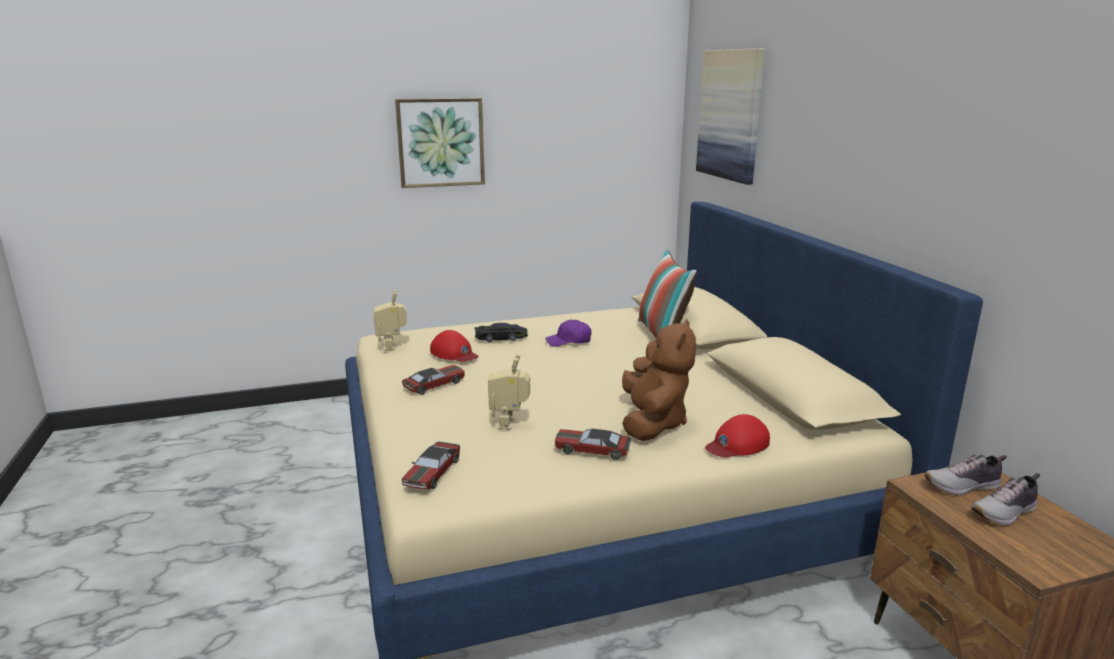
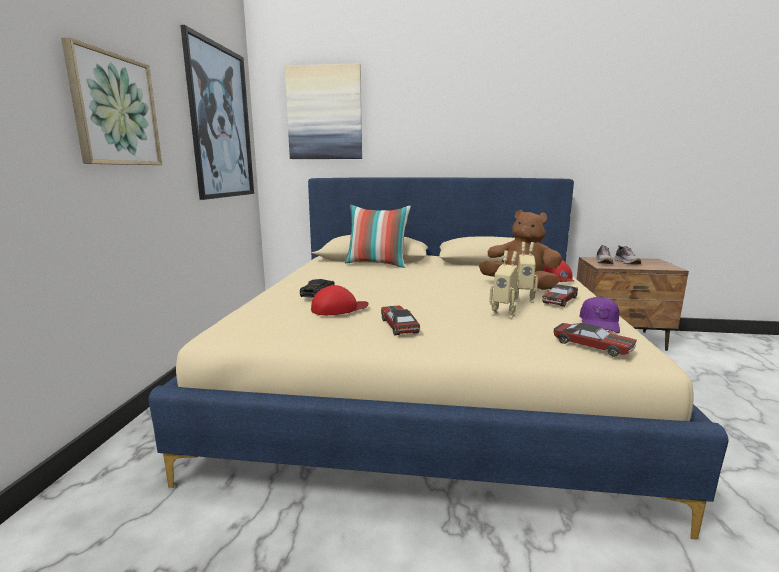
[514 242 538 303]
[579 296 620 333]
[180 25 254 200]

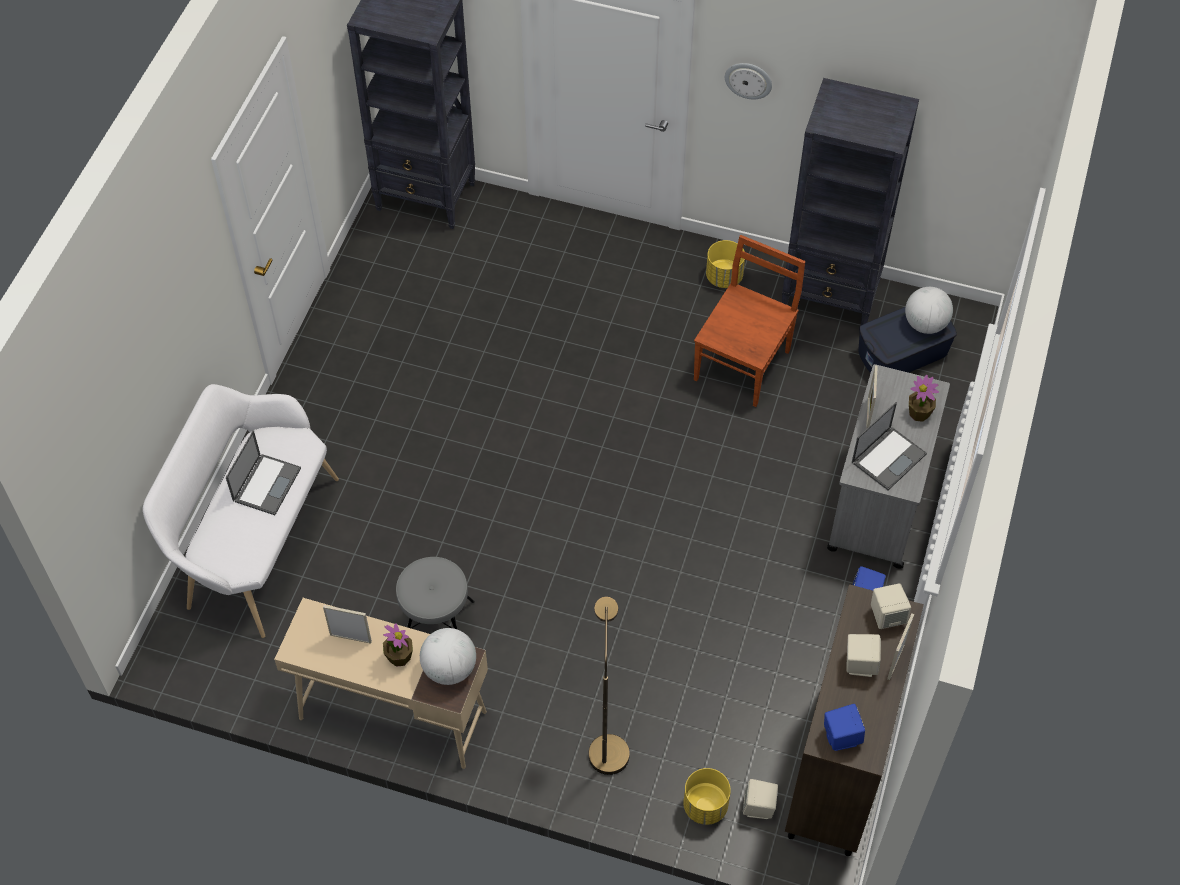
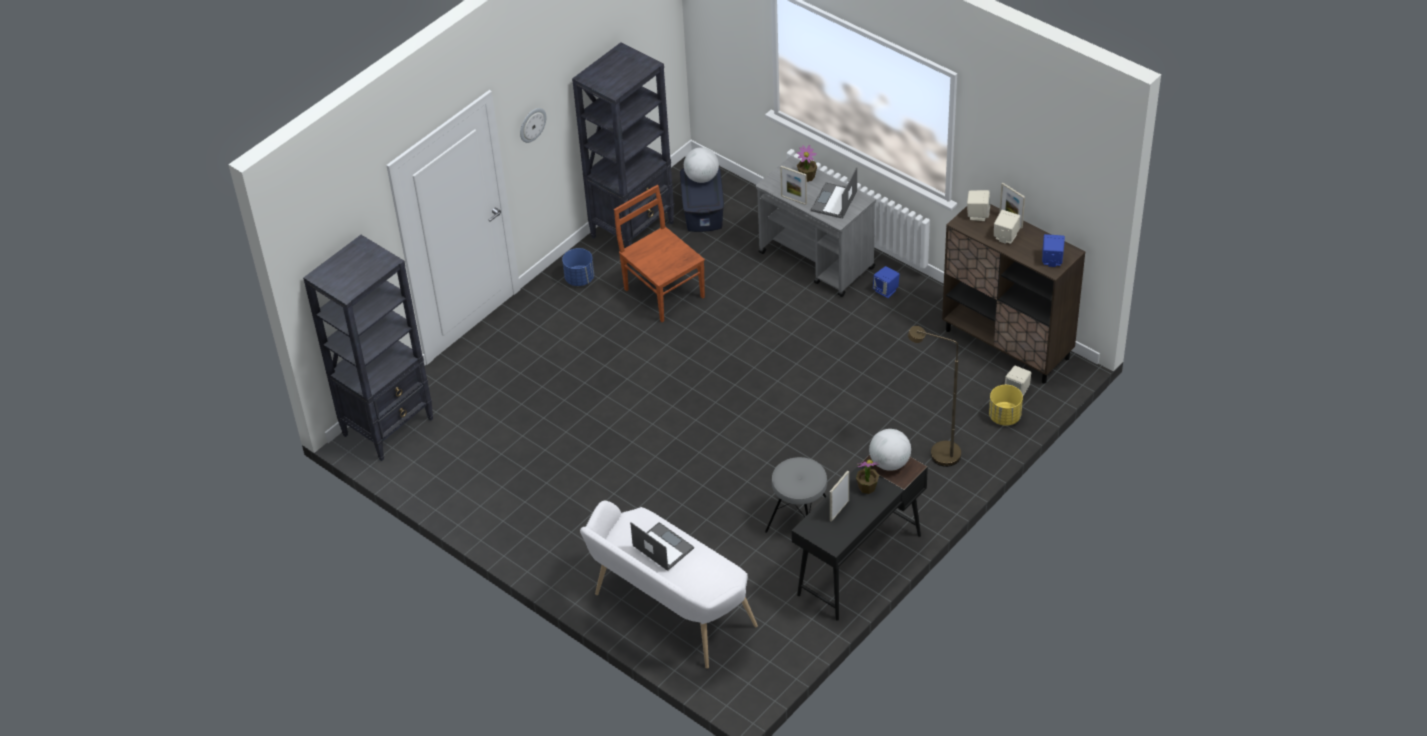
[792 455 928 621]
[562 248 594 286]
[811 167 857 219]

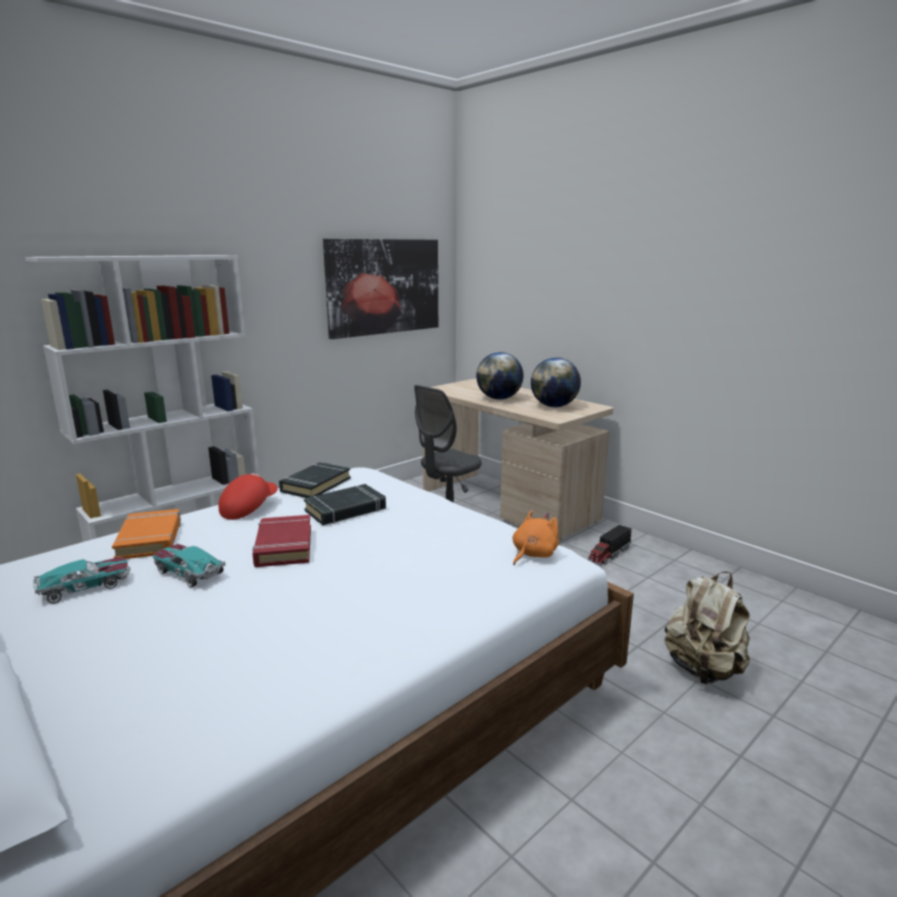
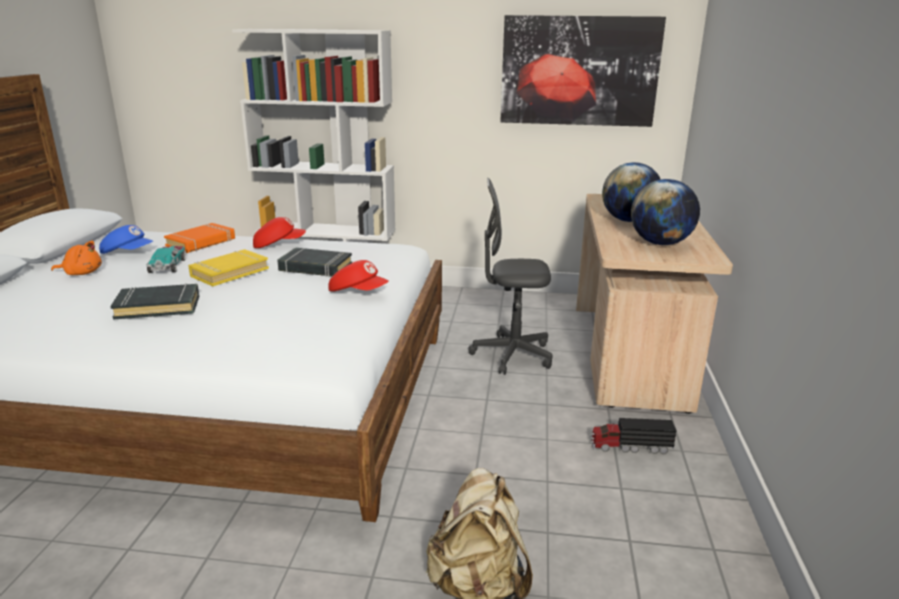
[99 225 153 254]
[188 249 269 286]
[110 283 199 320]
[51 240 102 275]
[328 260 388 292]

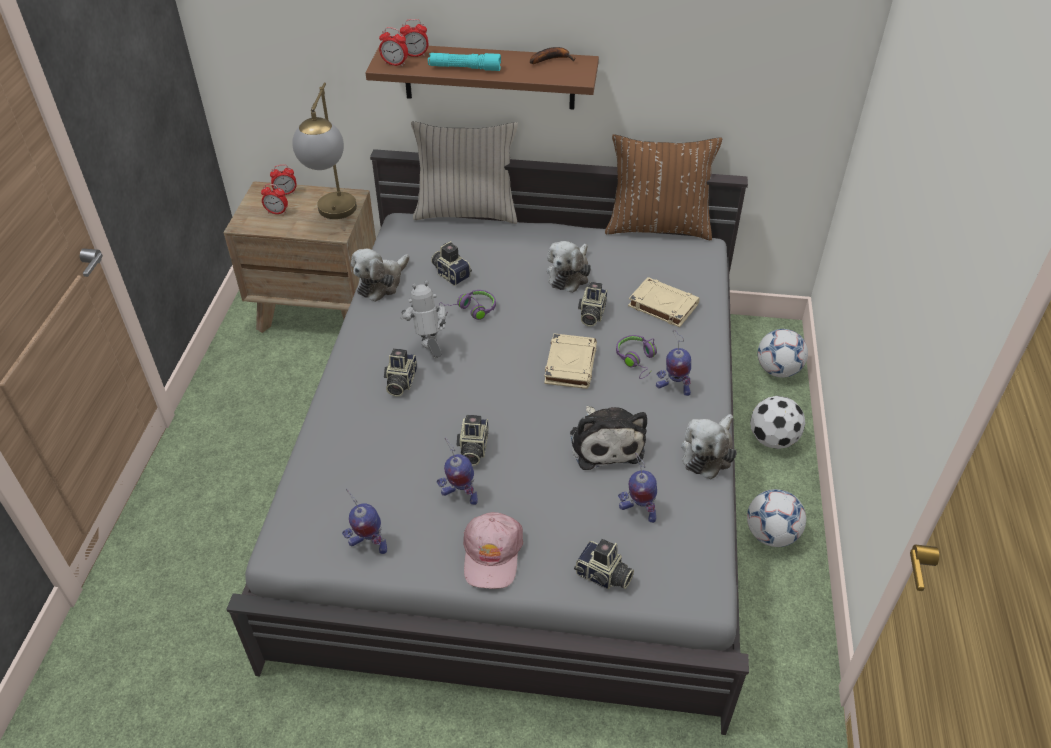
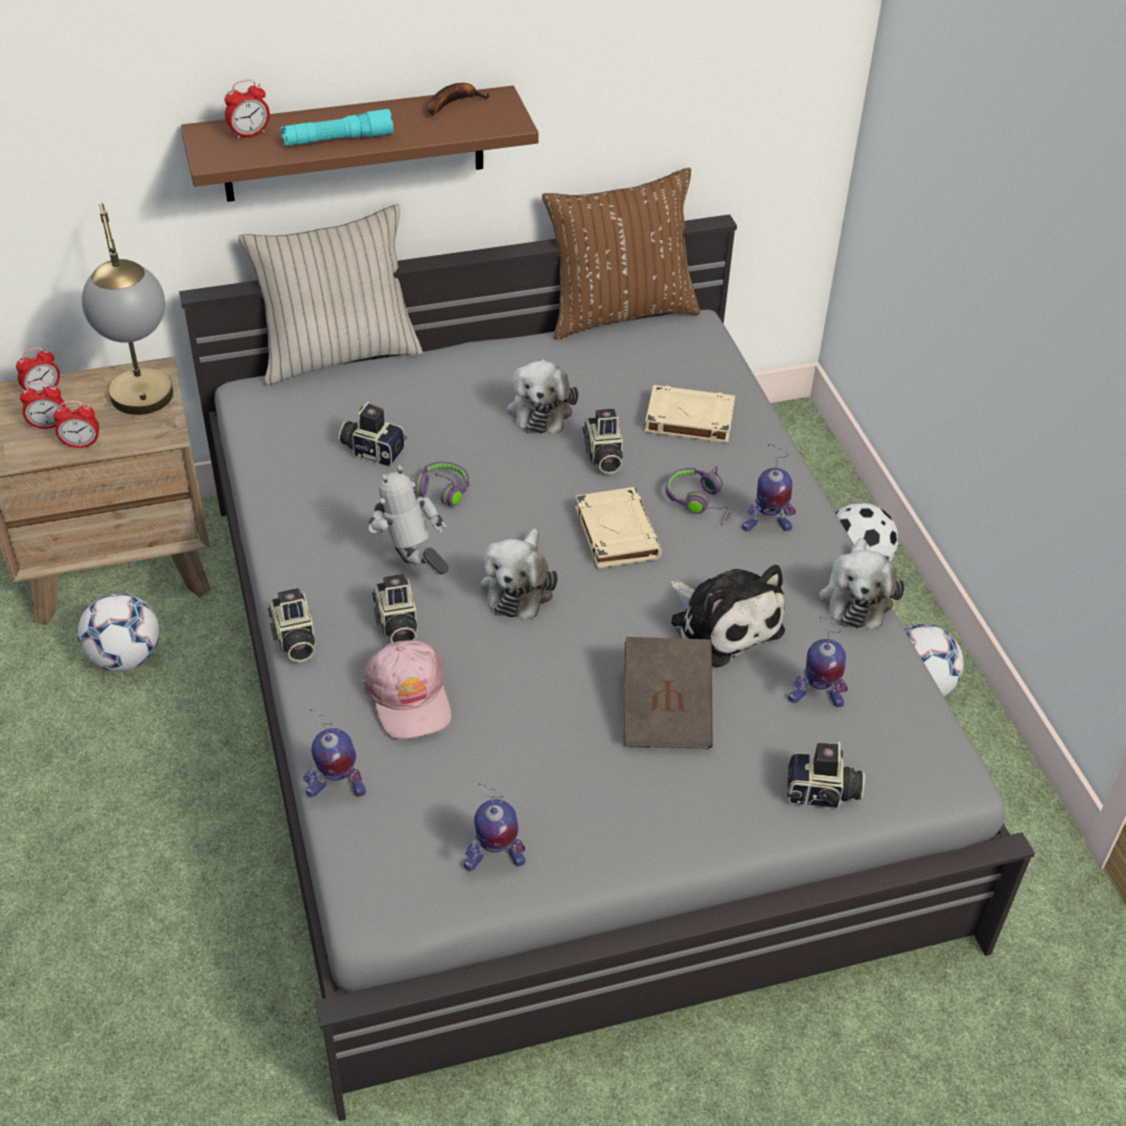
[480 528 558 620]
[53 401 99 448]
[303 709 366 797]
[268 588 316 662]
[362 640 451 739]
[78 593 159 672]
[624 637 713 749]

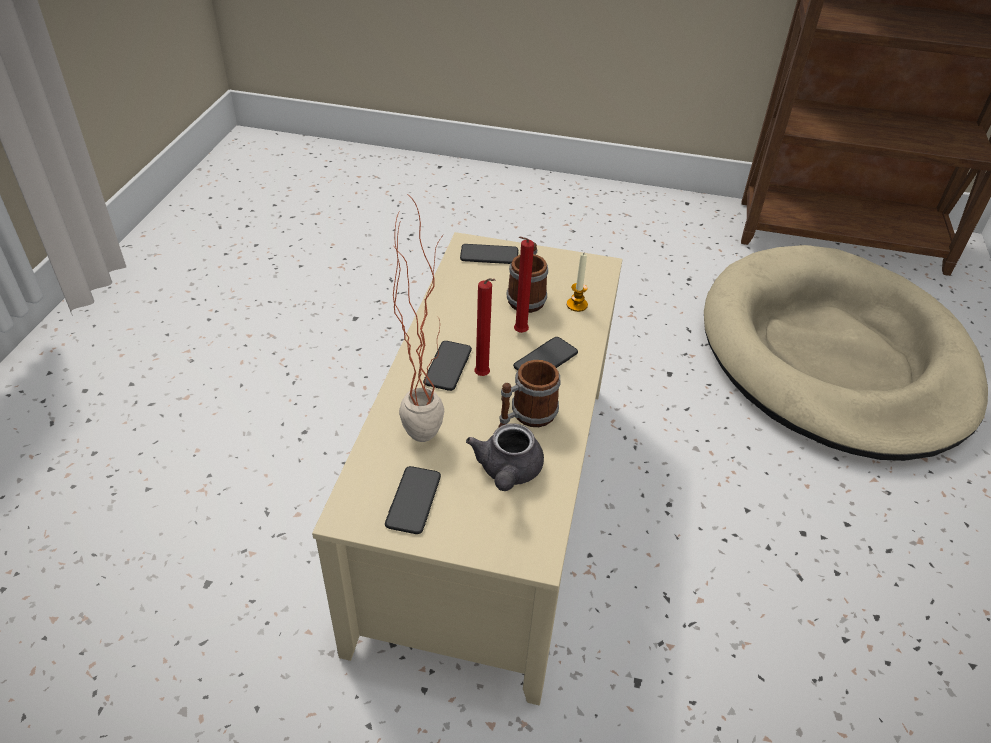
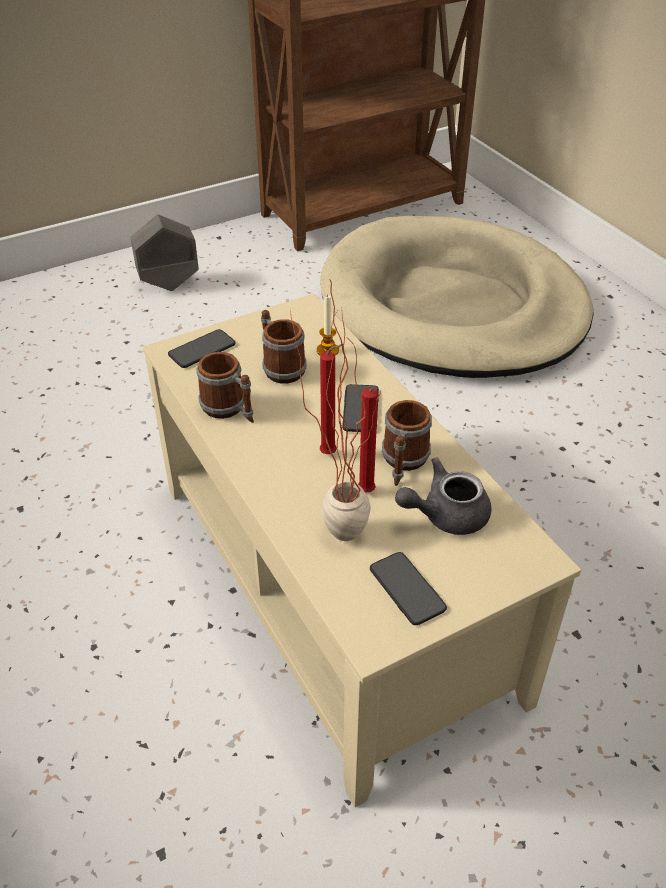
[423 341 472 391] (first image)
[395 458 491 535]
[358 388 378 493]
[130 214 199 291]
[196 352 254 423]

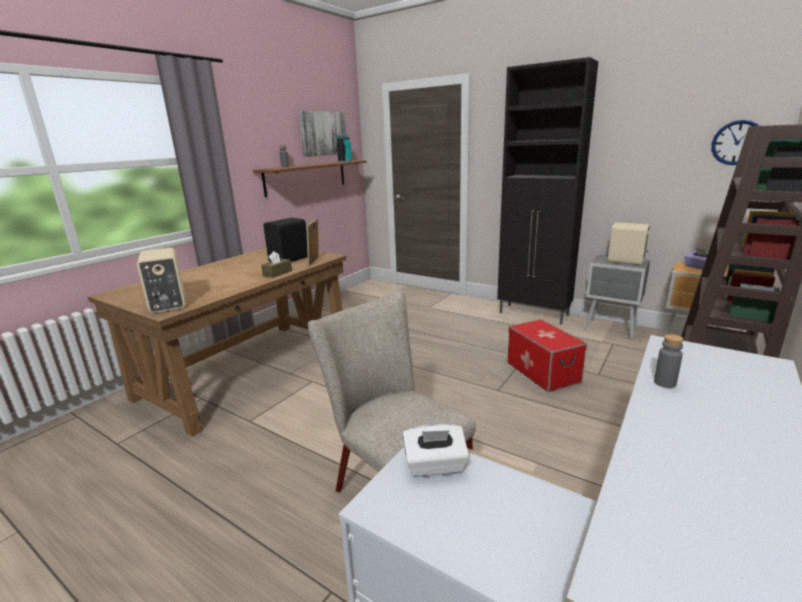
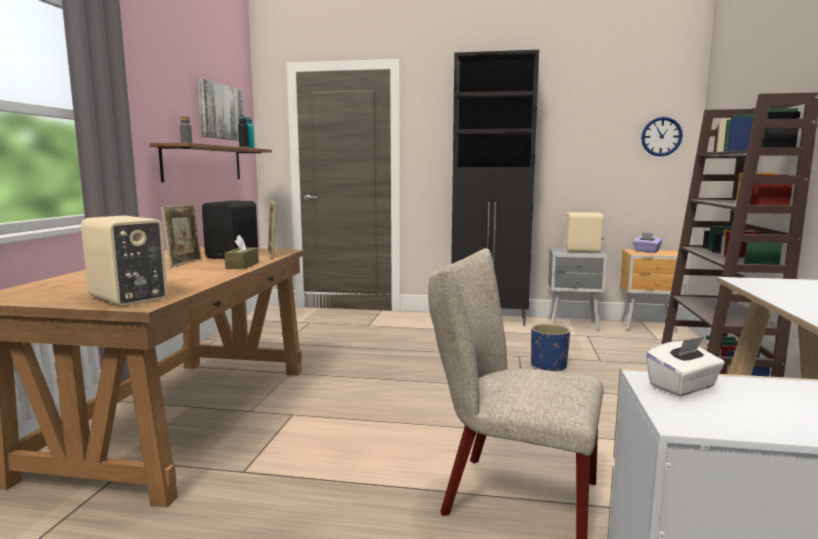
[531 324 570 372]
[654 334 683 388] (first image)
[161 205 202 268]

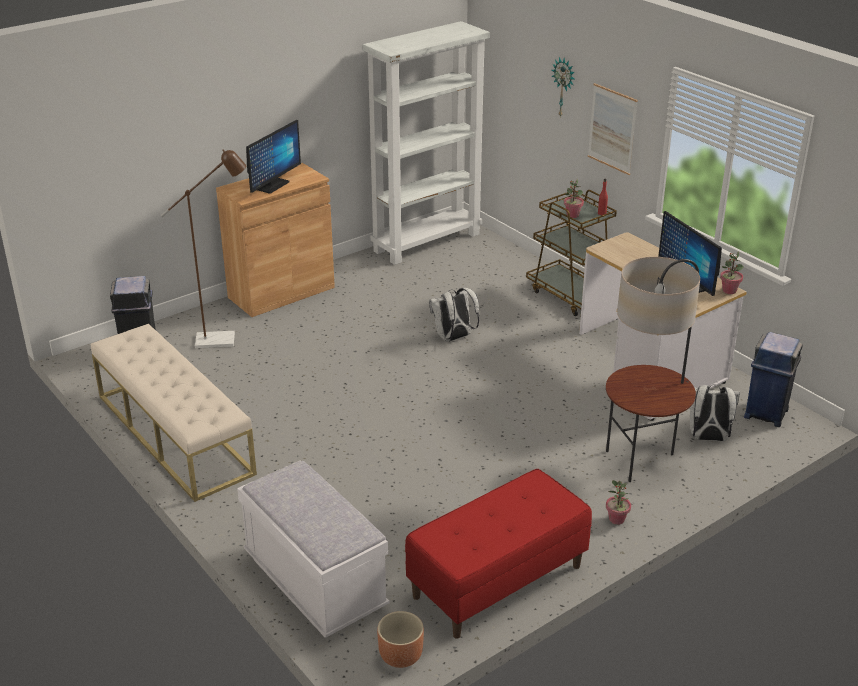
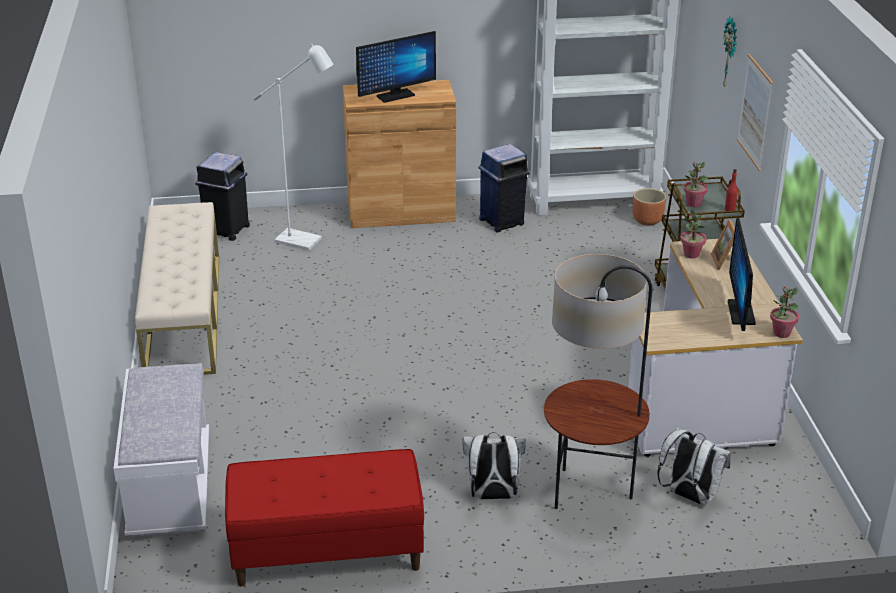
[254 43 333 251]
[633 188 666 225]
[462 432 525 499]
[680 209 706 258]
[478 144 530 232]
[711 219 735 270]

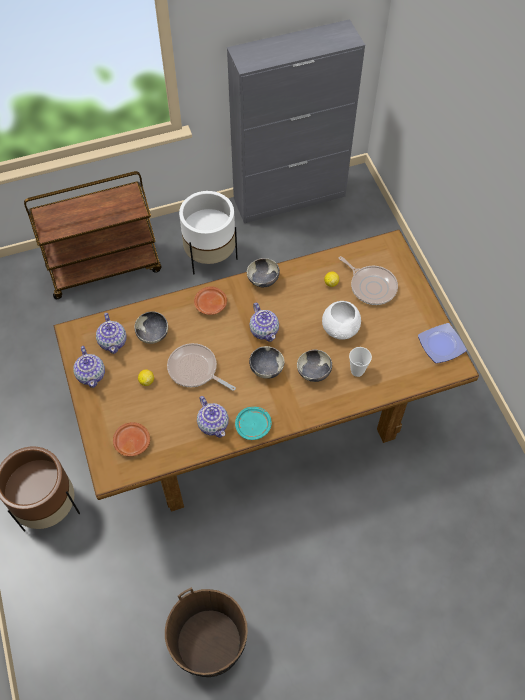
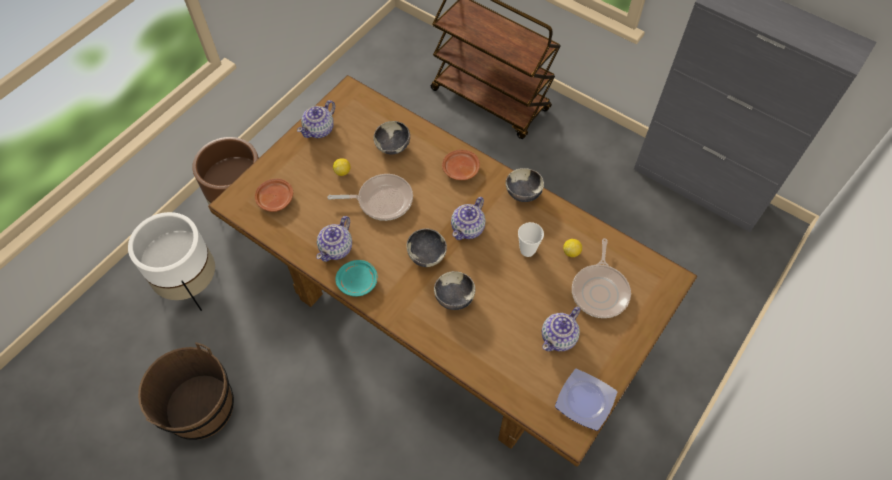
[542 307 580 351]
[328 174 413 221]
[128 212 215 311]
[322 301 361 340] (first image)
[518 222 544 257]

